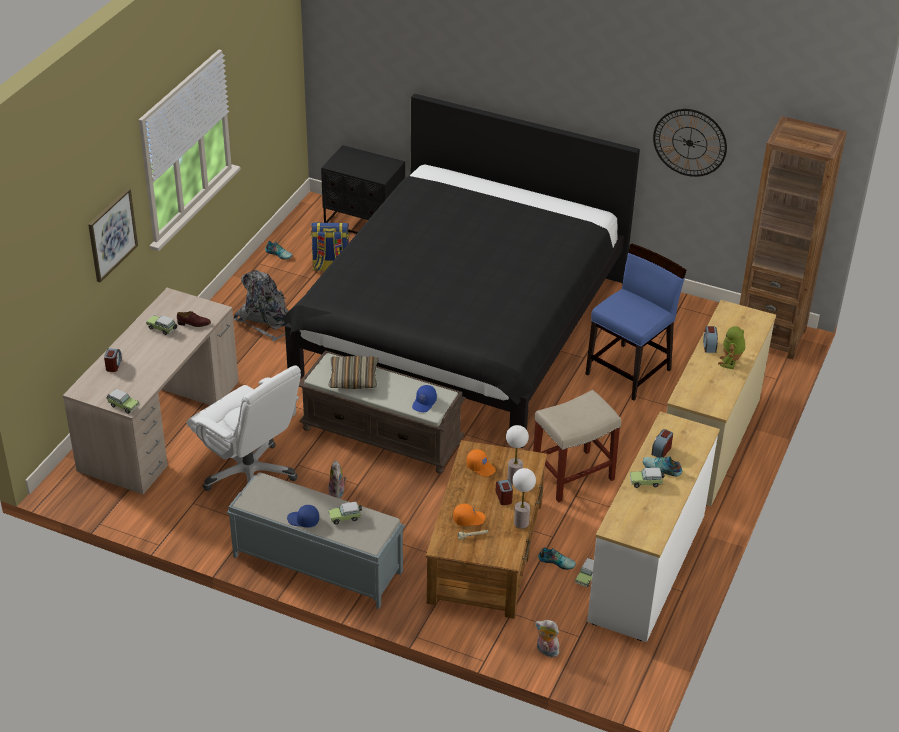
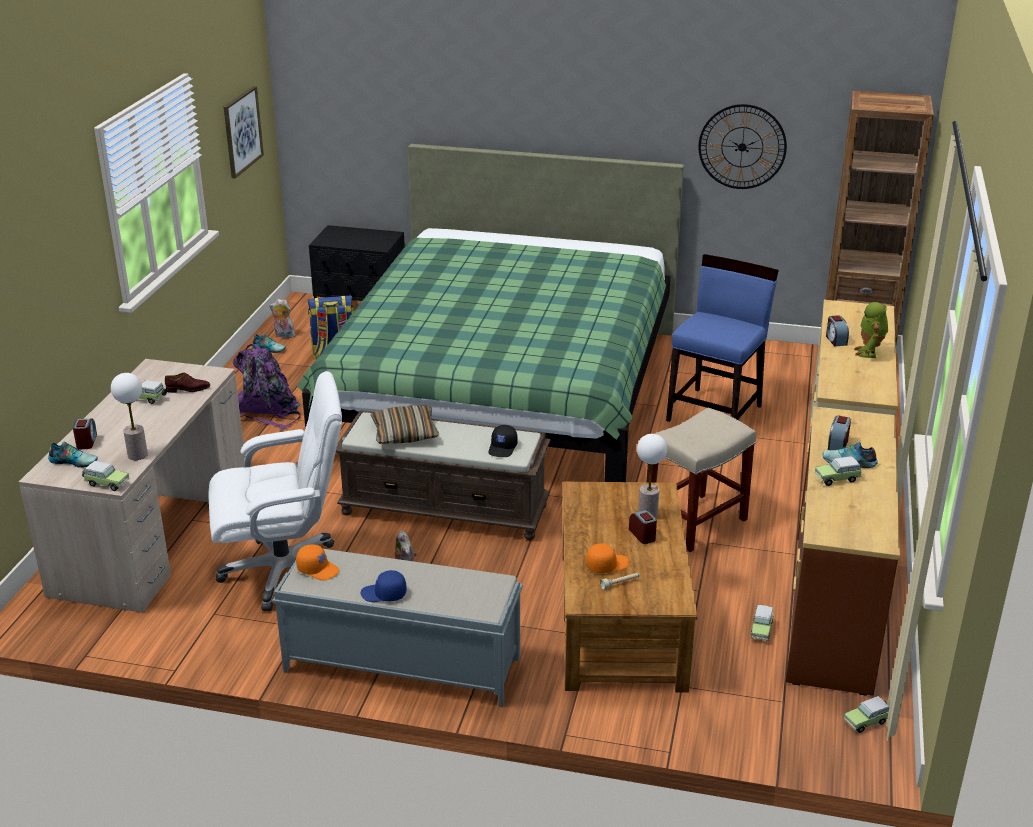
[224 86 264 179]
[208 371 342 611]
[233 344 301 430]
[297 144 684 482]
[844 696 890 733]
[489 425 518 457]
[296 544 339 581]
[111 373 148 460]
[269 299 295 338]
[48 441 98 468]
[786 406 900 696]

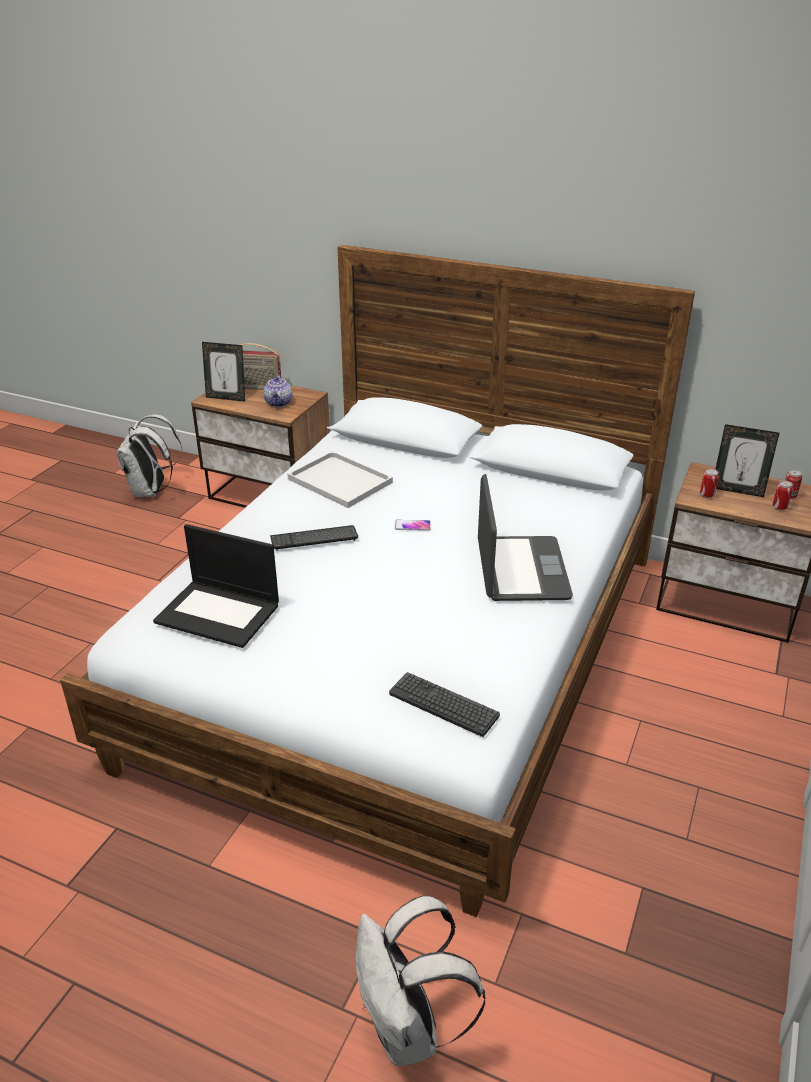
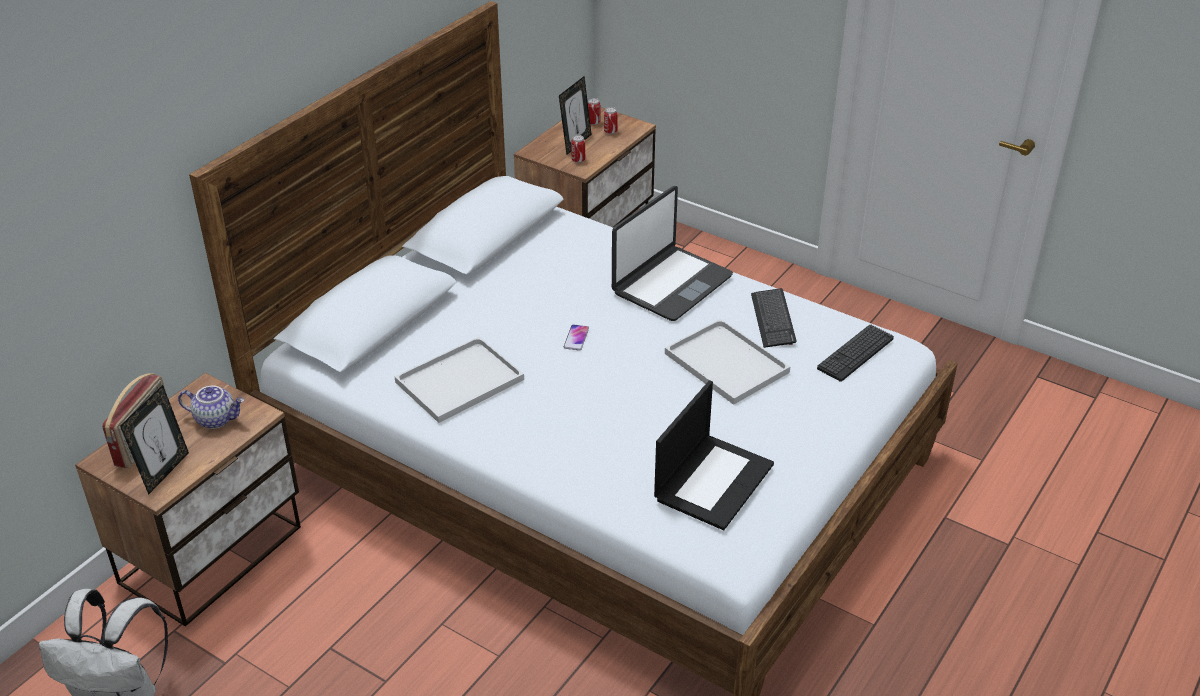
[751 288 796 348]
[356 895 486 1066] (first image)
[612 186 733 321]
[665 319 790 405]

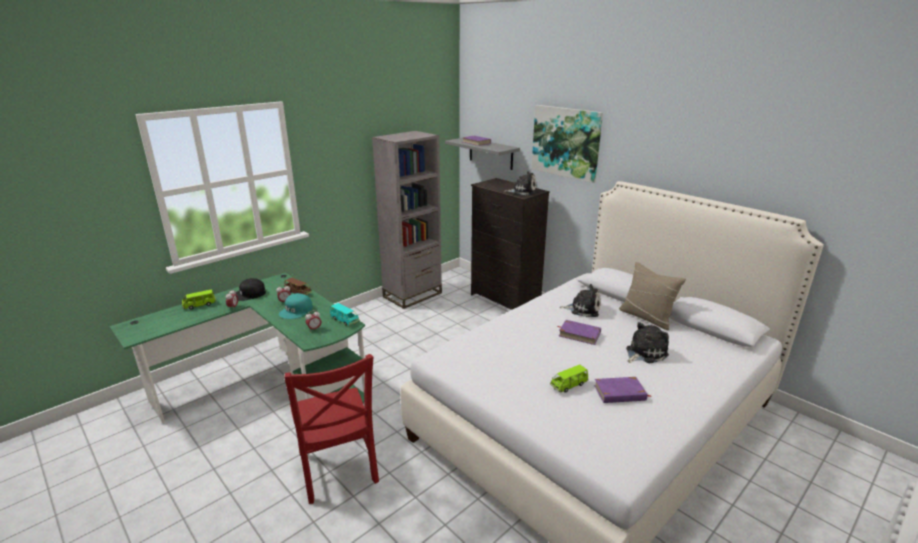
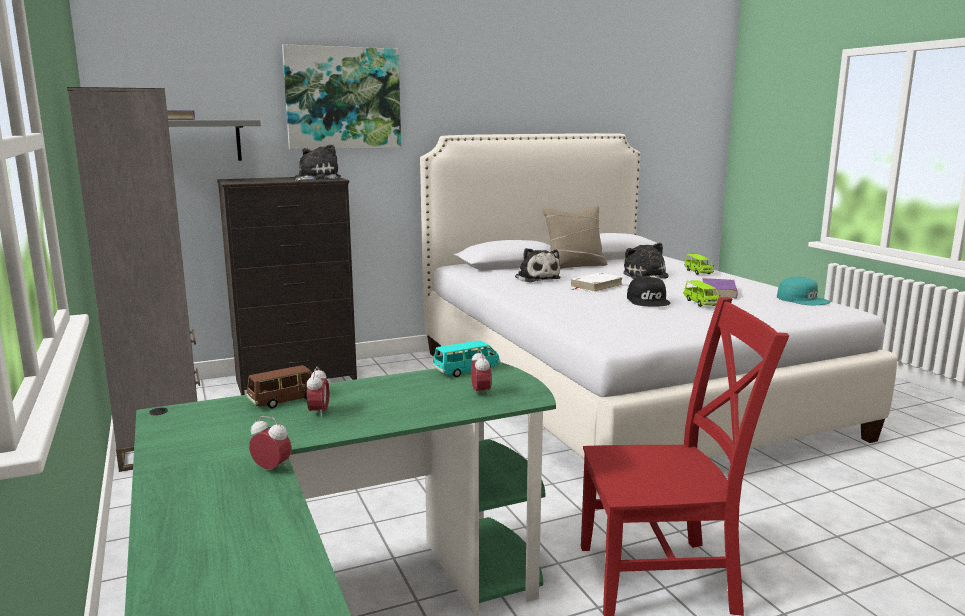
[684 254 714 275]
[627 277 671 307]
[777 277 830 305]
[570 273 624 292]
[515 248 561 282]

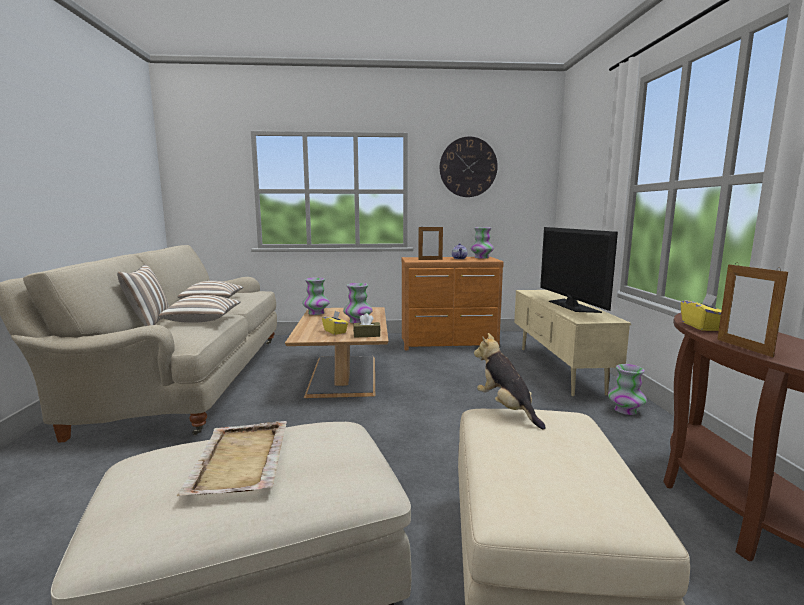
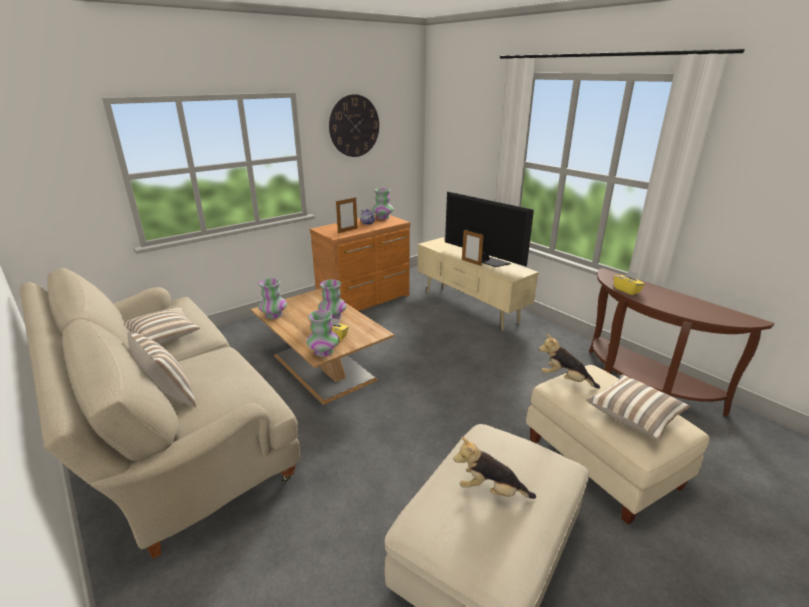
[586 374 691 440]
[454 437 536 499]
[353 313 381 338] (first image)
[306 310 339 357]
[462 229 484 266]

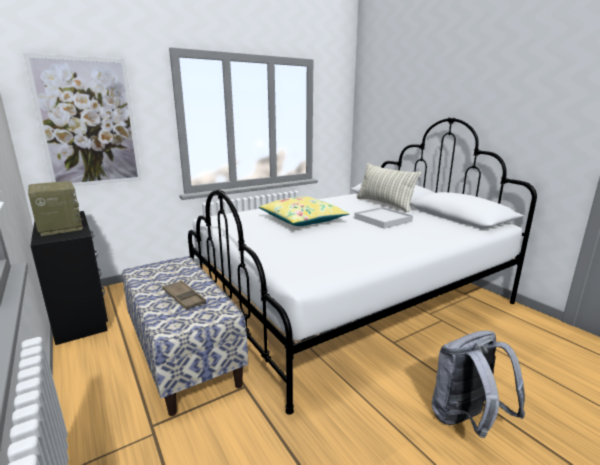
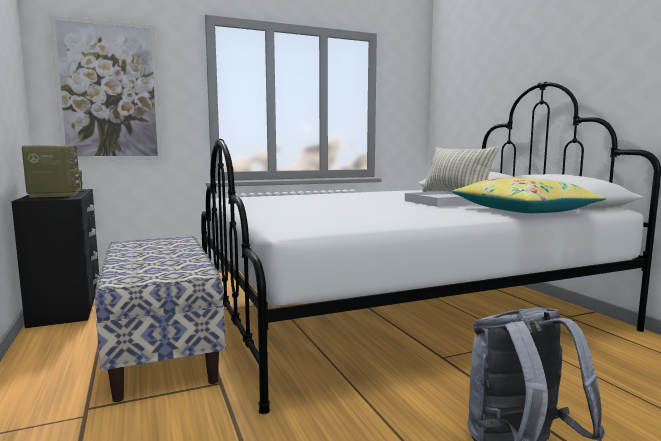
[163 280 206 310] (first image)
[452 178 606 213]

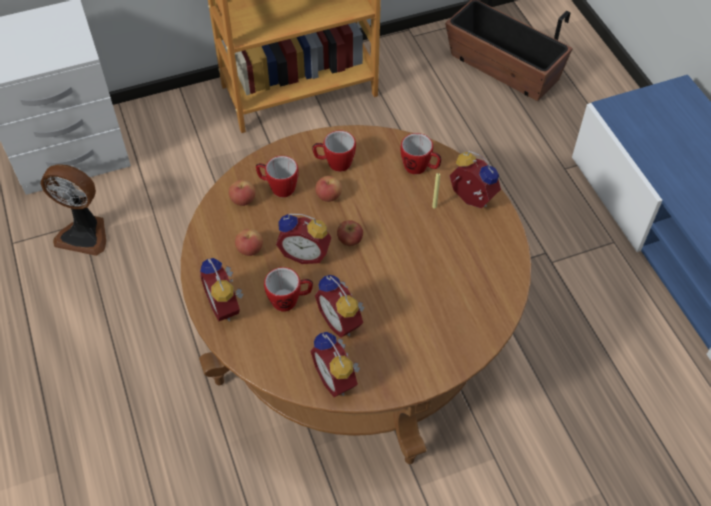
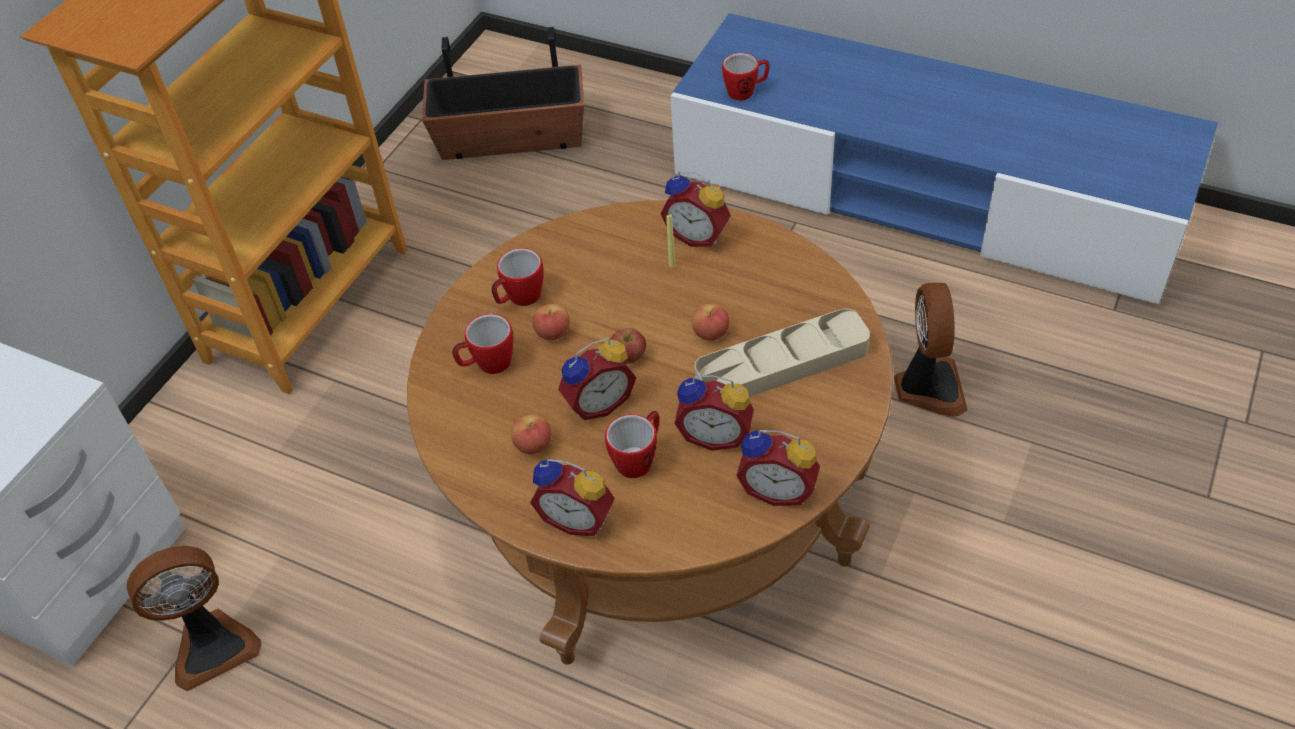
[692 304 730 341]
[722 53 770 100]
[660 171 731 247]
[695 309 870 397]
[894 283 968 417]

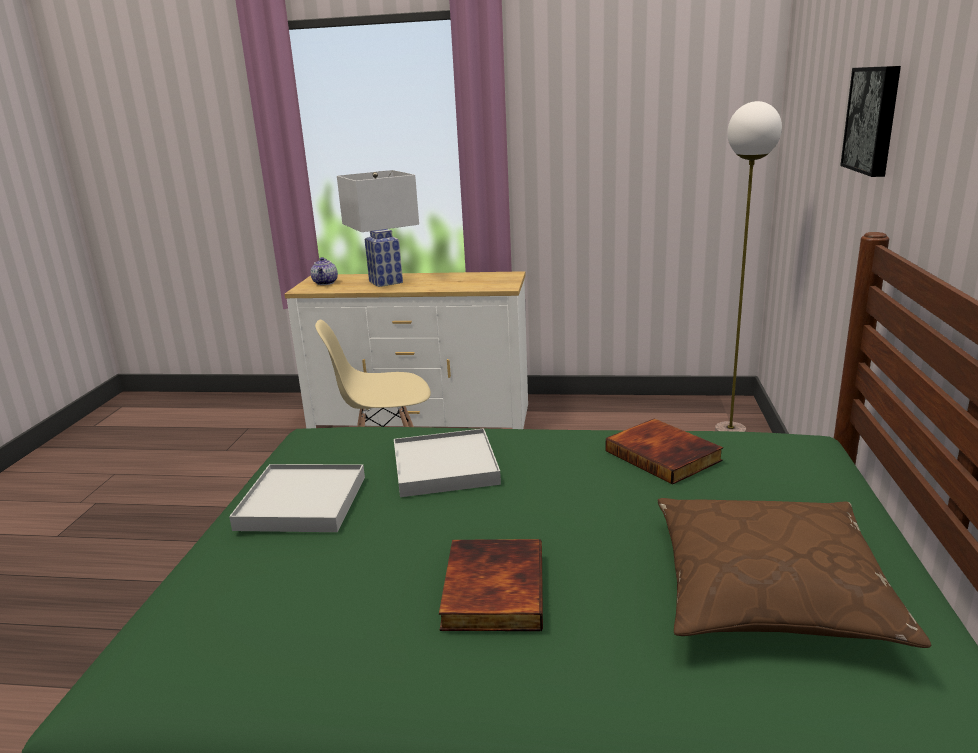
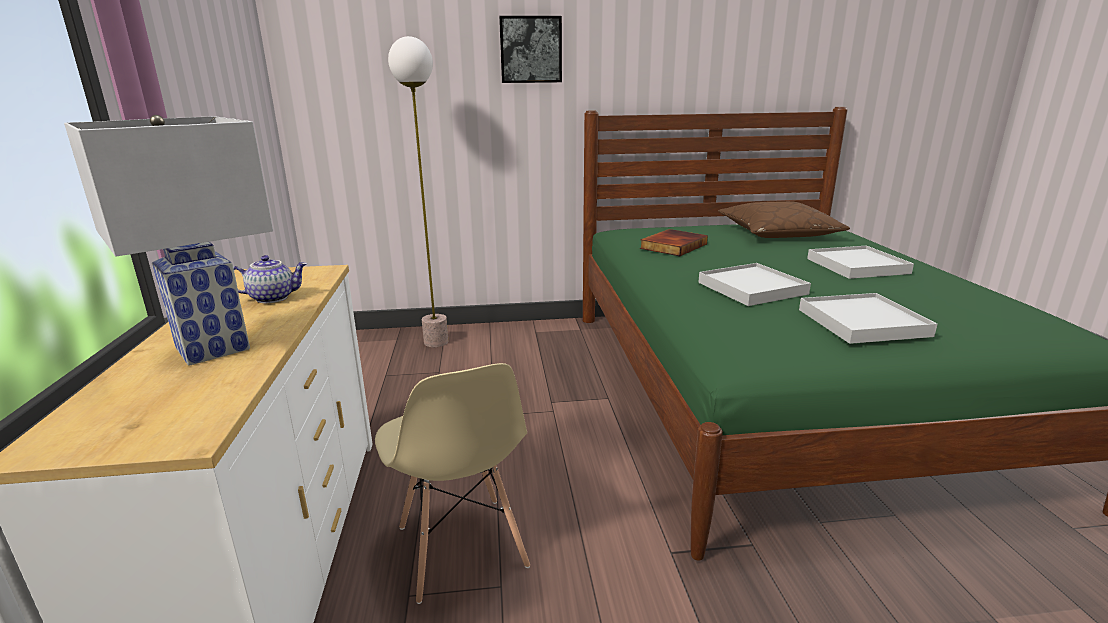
[233 255 307 303]
[807 246 914 279]

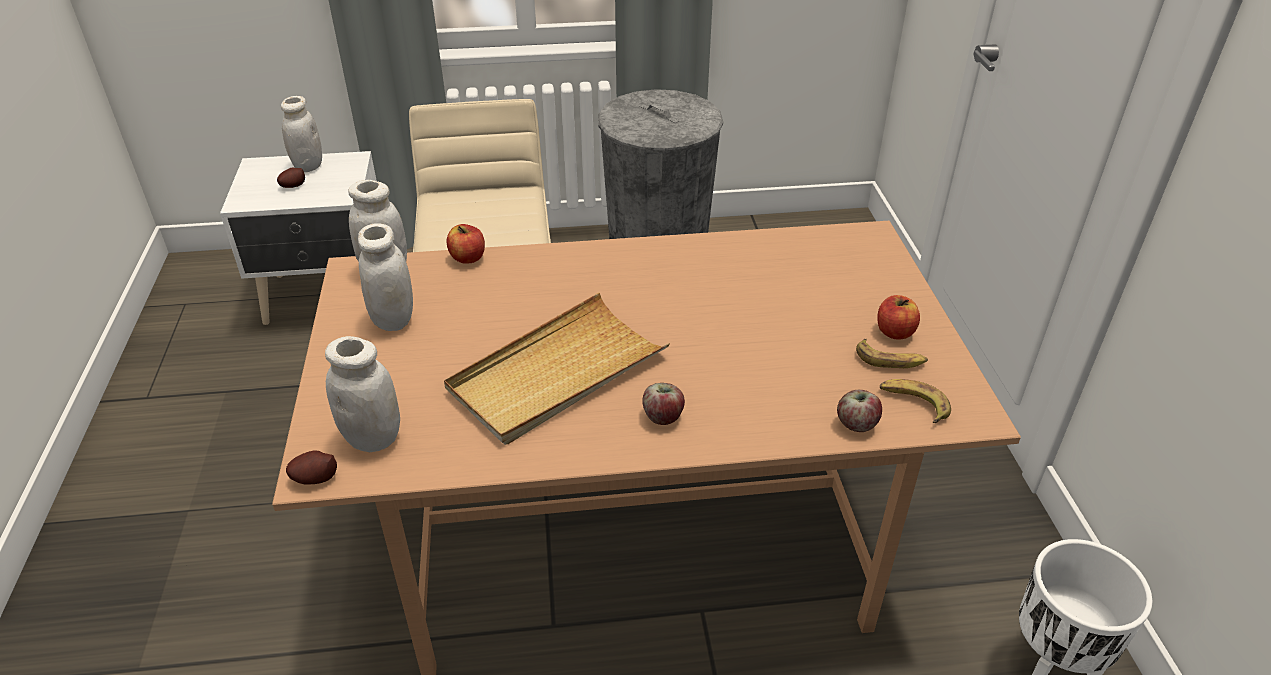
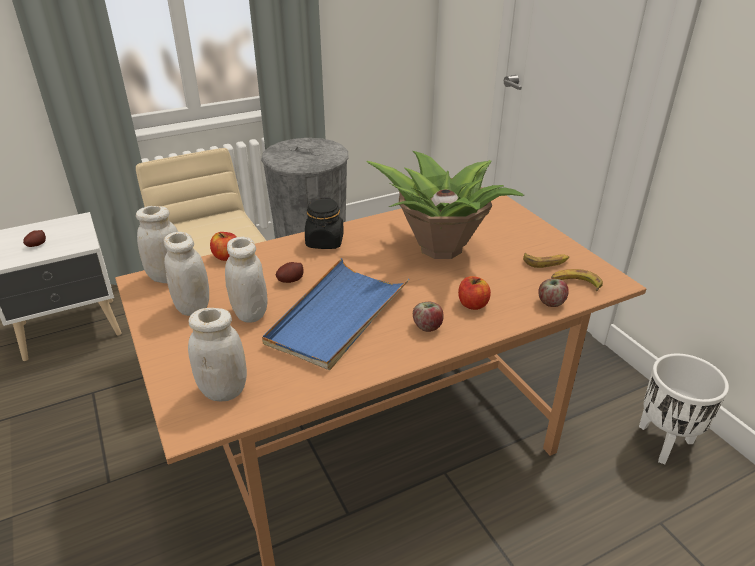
[225 237 268 323]
[276 262 304 283]
[262 258 409 370]
[458 276 491 310]
[305 197 344 249]
[366 151 524 259]

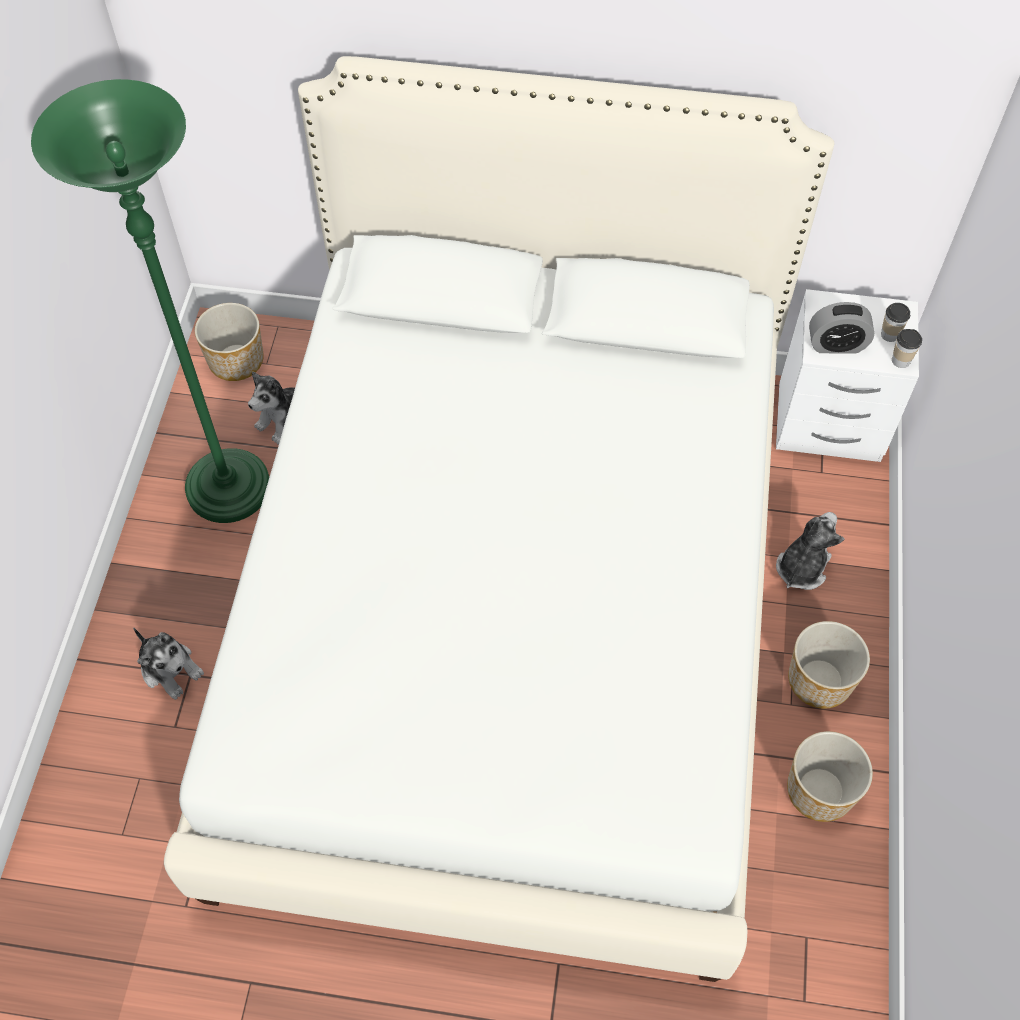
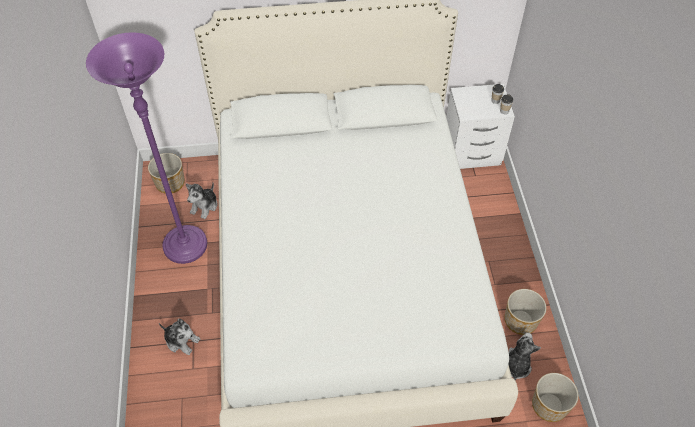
[86 32 207 264]
[509 333 541 381]
[532 373 579 422]
[809 302 874 354] (first image)

